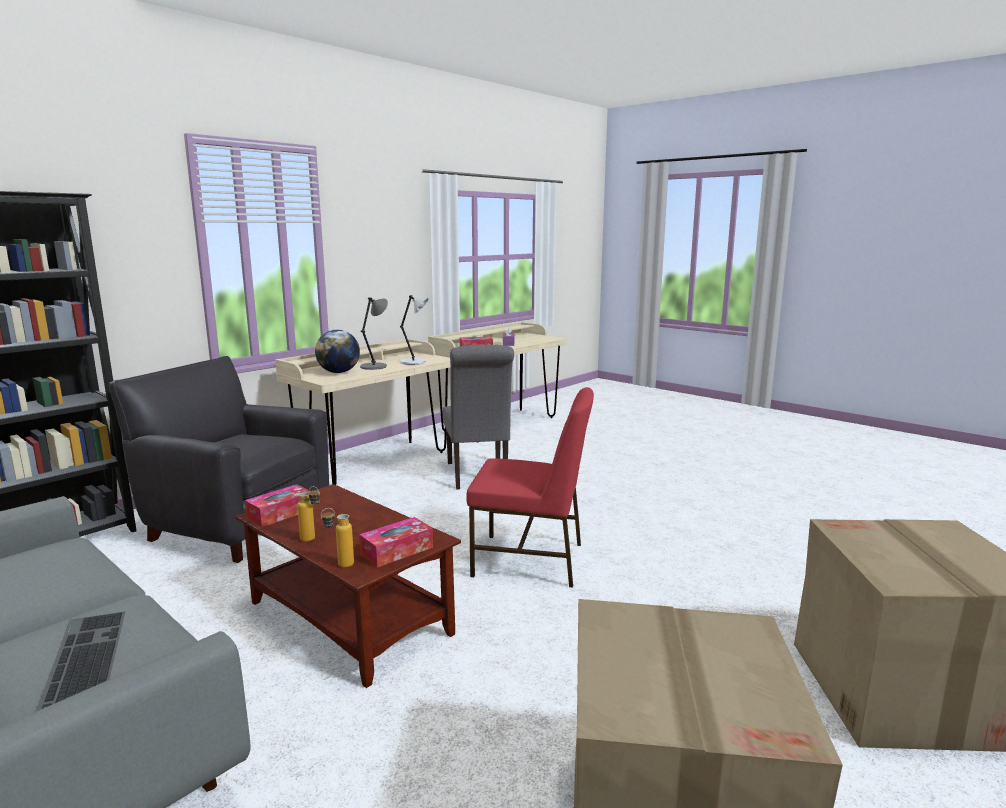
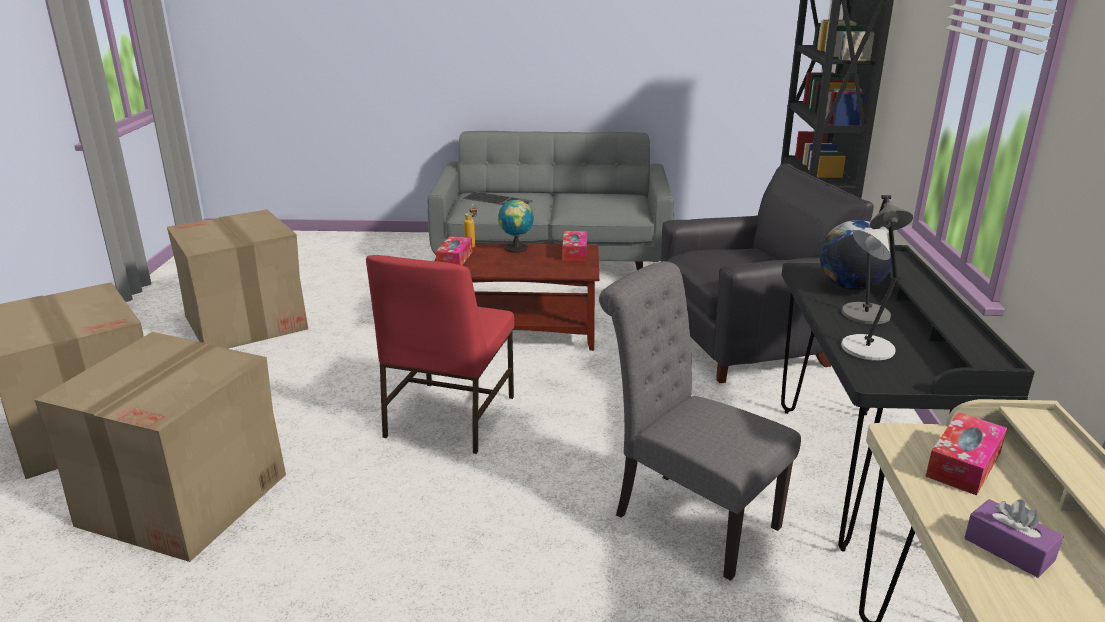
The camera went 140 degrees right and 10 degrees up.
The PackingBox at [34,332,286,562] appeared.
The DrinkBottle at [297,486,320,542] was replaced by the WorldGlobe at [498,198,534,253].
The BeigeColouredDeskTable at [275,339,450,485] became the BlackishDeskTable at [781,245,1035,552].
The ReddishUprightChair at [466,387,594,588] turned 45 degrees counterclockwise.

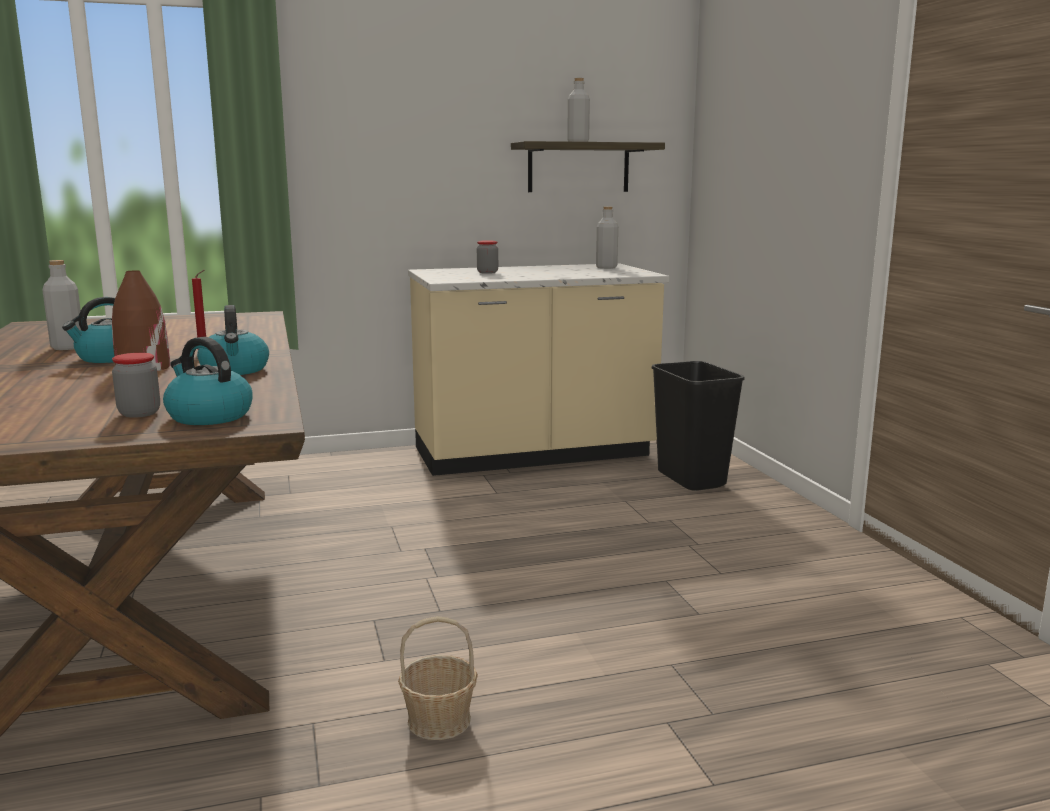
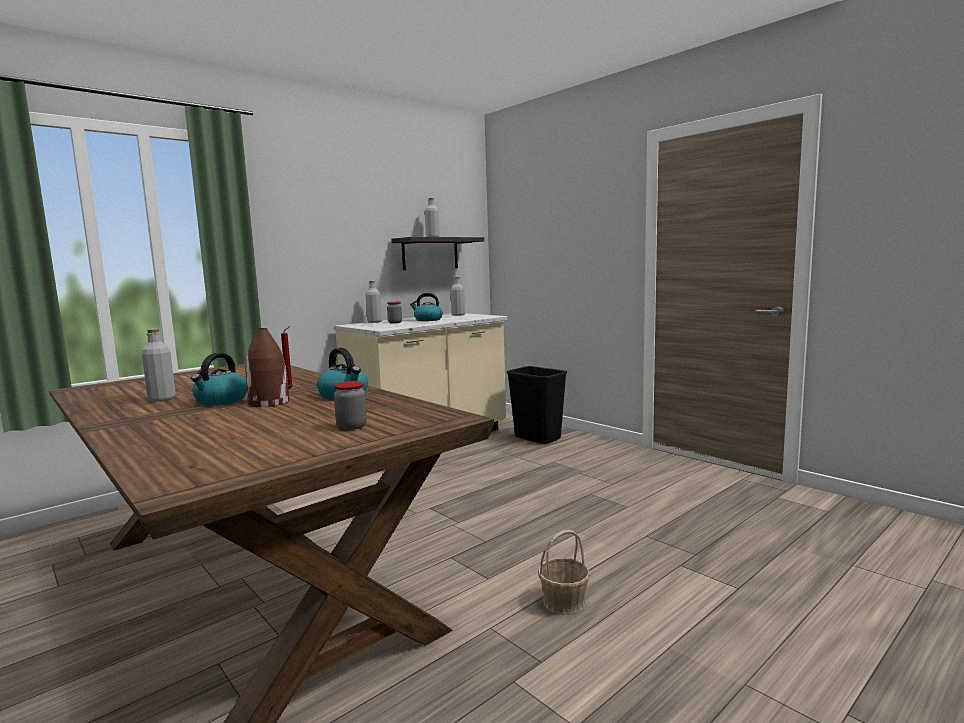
The camera went 25 degrees left and 5 degrees down.
The GreyishDrinkBottle at [365,281,382,323] appeared.
The Kettle moved from [163,337,253,425] to [410,293,443,321].

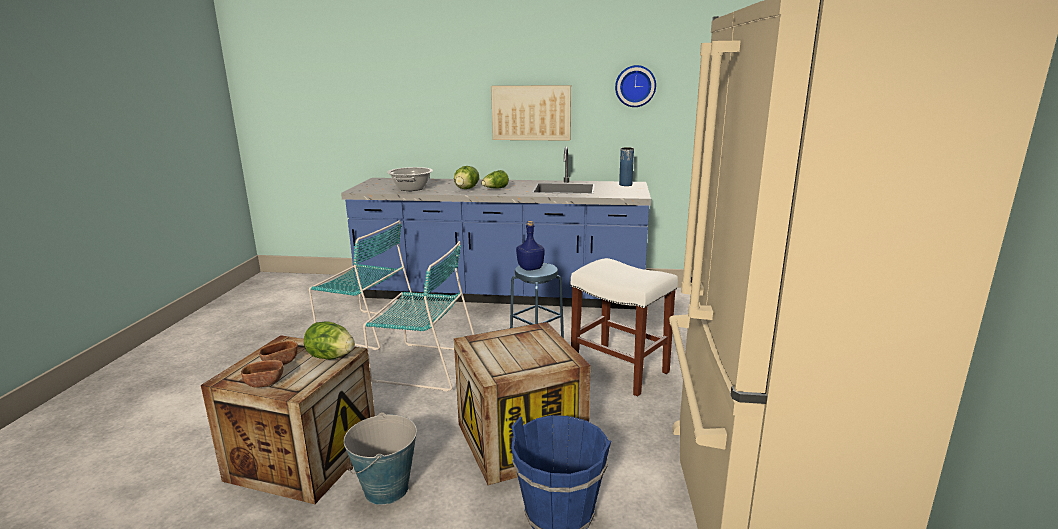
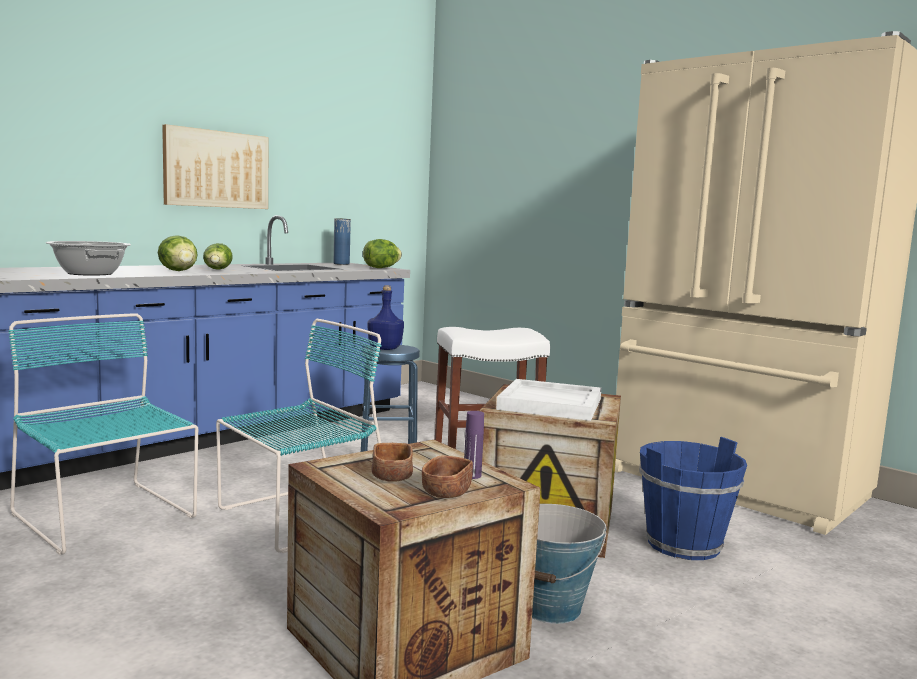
The camera went 55 degrees left and 10 degrees down.
The ClockOnTheWall at [615,65,656,107] disappeared.
The PurpleColouredDrinkBottle at [464,411,484,479] appeared.
The WhiteColouredServingTray at [496,379,601,421] appeared.
The HeadOfLettuce moved from [304,321,355,359] to [363,239,402,268].
The BlueGreenUprightChair at [309,220,419,350] turned 105 degrees counterclockwise.

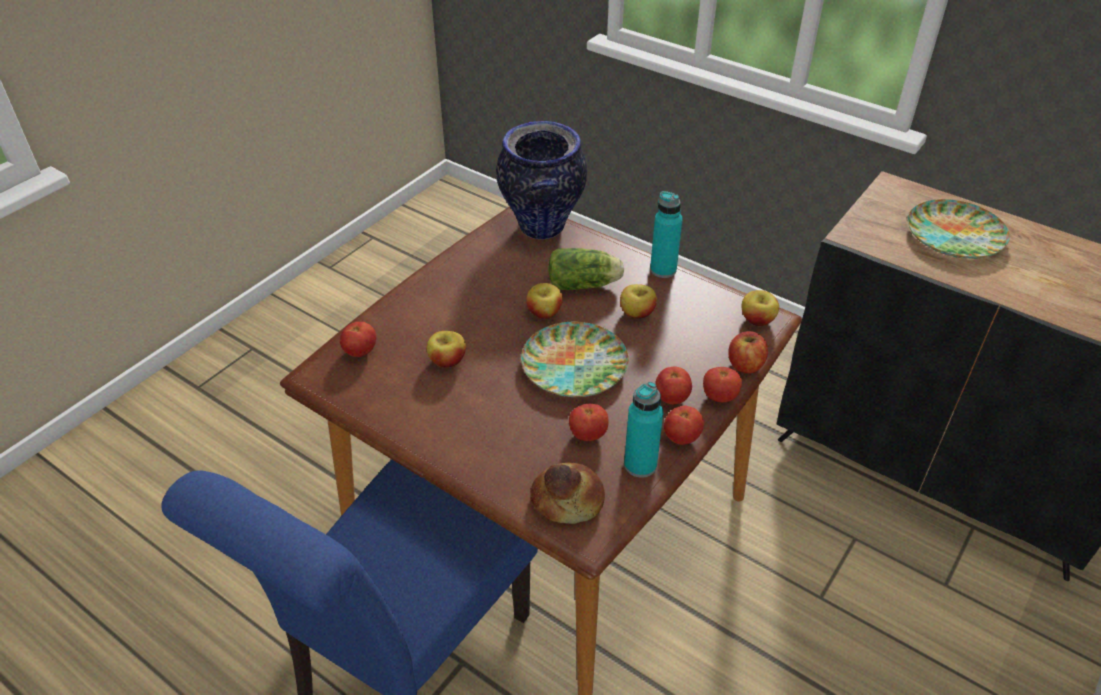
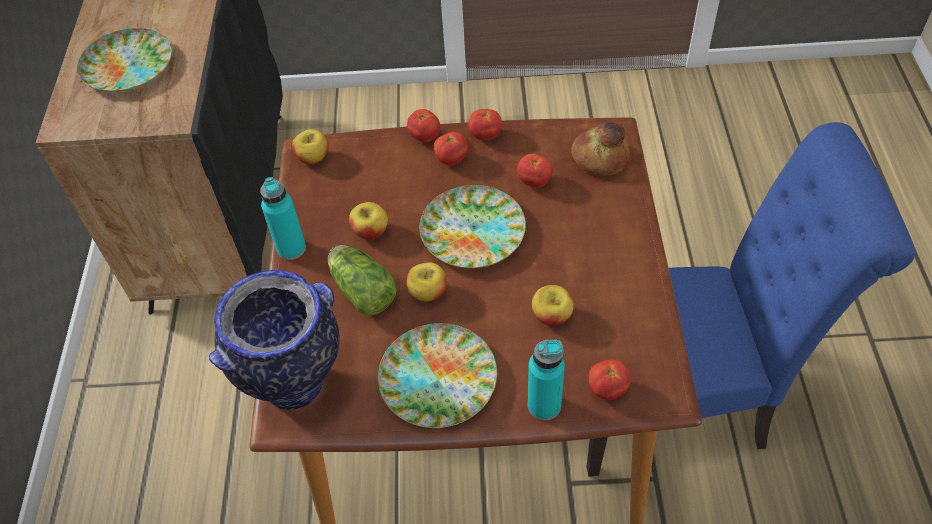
The camera went 125 degrees left and 10 degrees up.
The WholeApple at [728,331,768,373] disappeared.
The FlatDish at [378,323,497,428] appeared.
The BlueGreenDrinkBottle moved from [624,382,663,478] to [528,340,565,421].

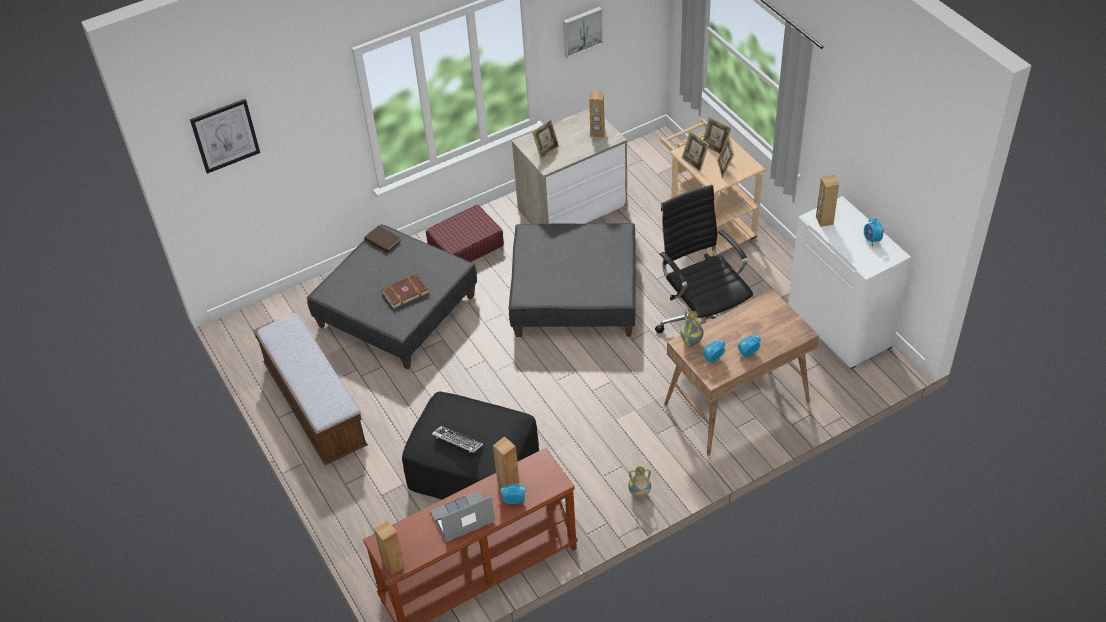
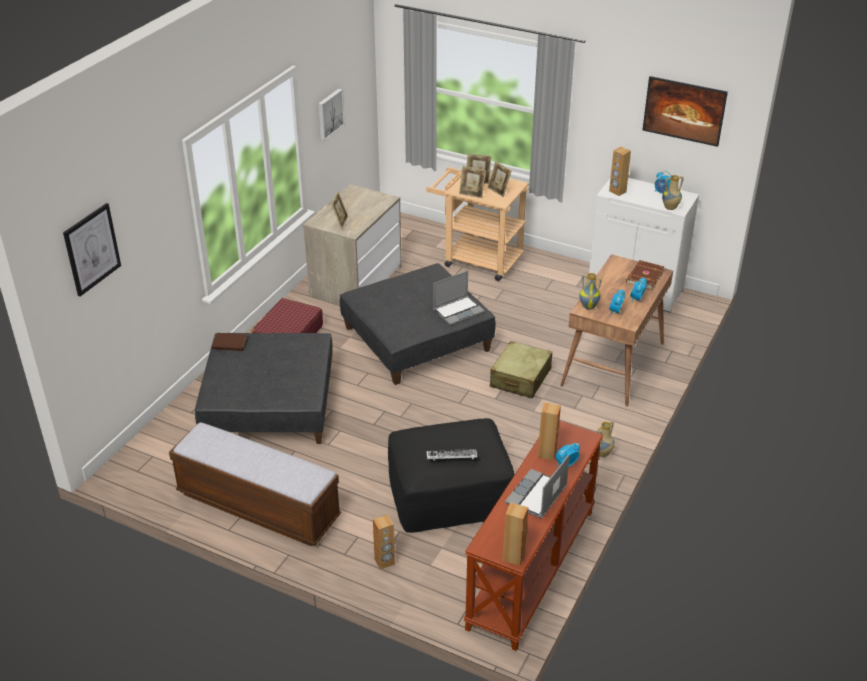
The camera went 35 degrees left and 10 degrees down.
The BlackishDeskChair at [655,185,753,333] disappeared.
The NotebookComputer at [433,271,485,325] appeared.
The BeigeColouredTravelCase at [490,341,552,398] appeared.
The WallPicture at [643,76,728,147] appeared.
The DecorativeVase at [662,175,683,210] appeared.
The BrownBook moved from [381,273,429,309] to [626,260,664,290].
The BrownLoudspeaker moved from [589,91,605,137] to [373,514,395,570].

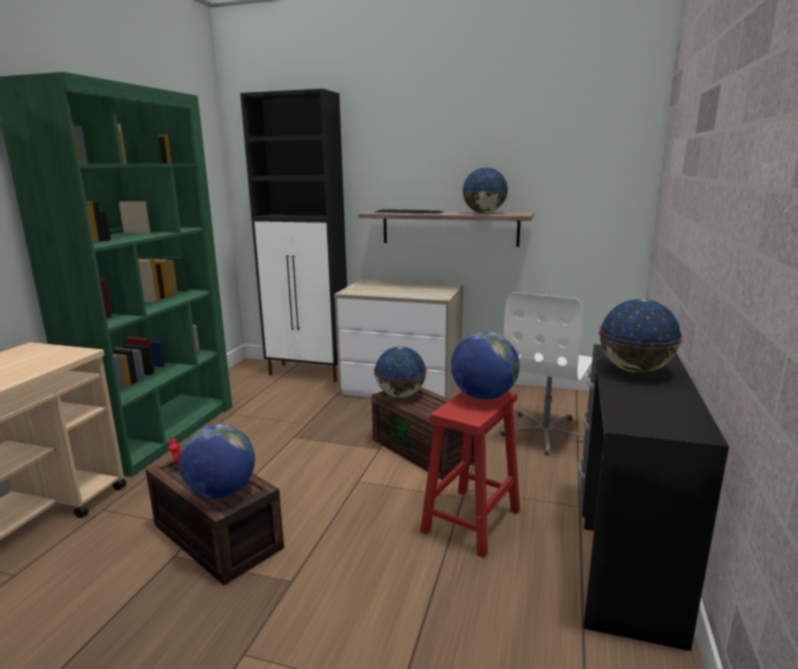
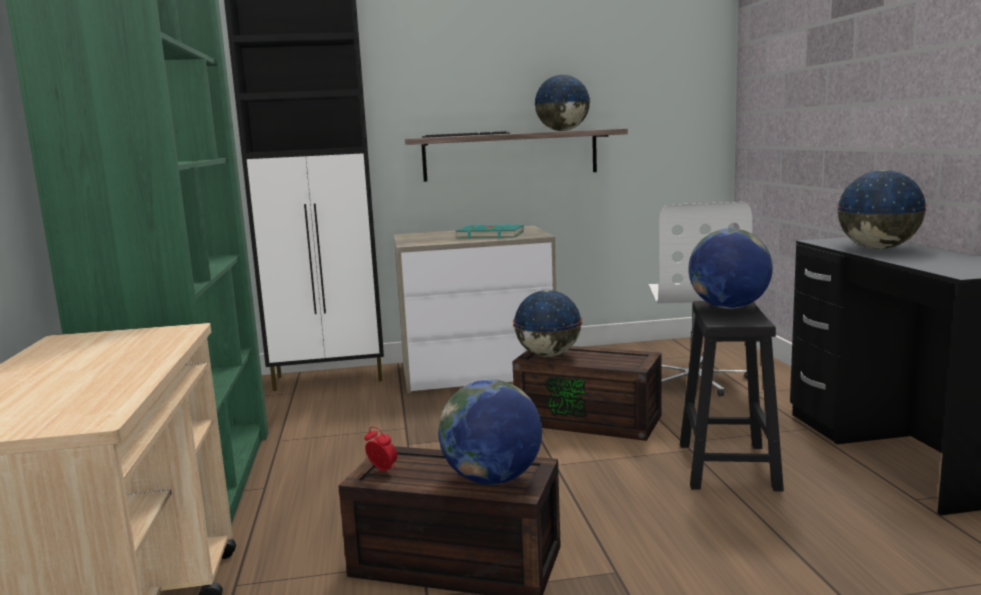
The camera went 25 degrees left and 5 degrees down.
The BlueGreenBook at [456,224,524,239] appeared.
The ReddishStool at [420,391,520,558] became the BlackishStool at [680,301,784,491].

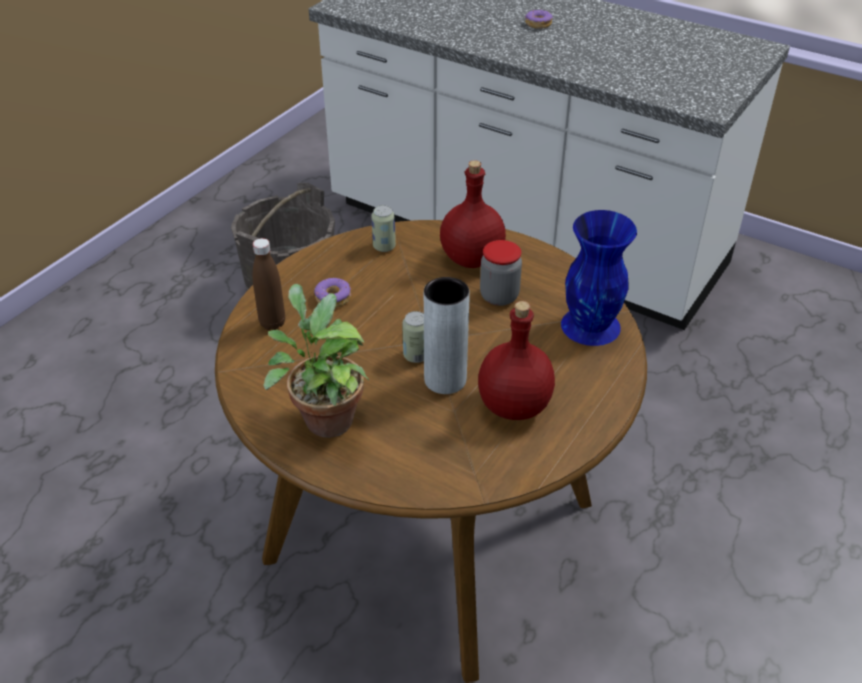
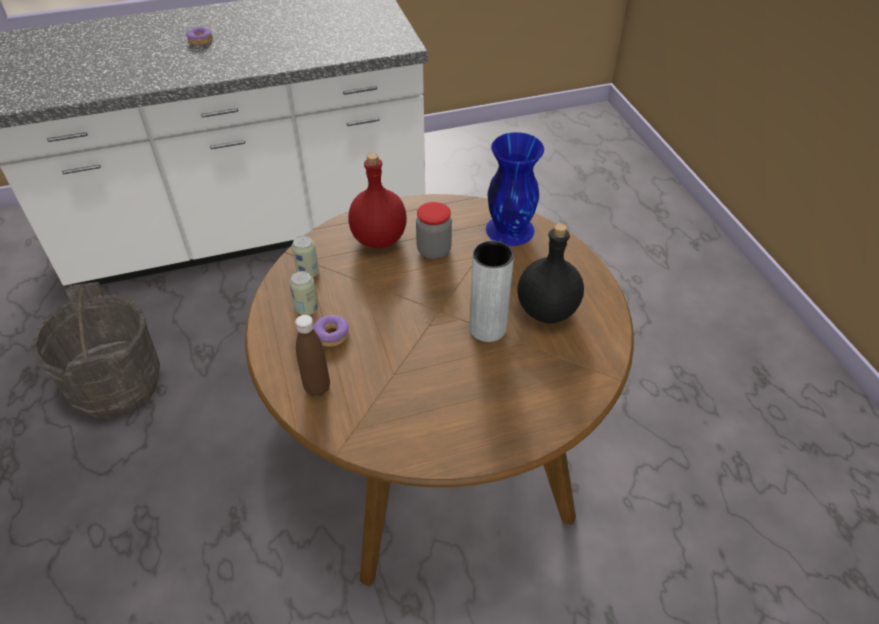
The camera went 50 degrees left and 5 degrees up.
The PottedPlant at [263,284,369,438] disappeared.
The Can moved from [402,311,424,363] to [290,271,318,315].
The ReddishDrinkBottle at [478,301,555,420] became the BlackishDrinkBottle at [517,223,584,323].

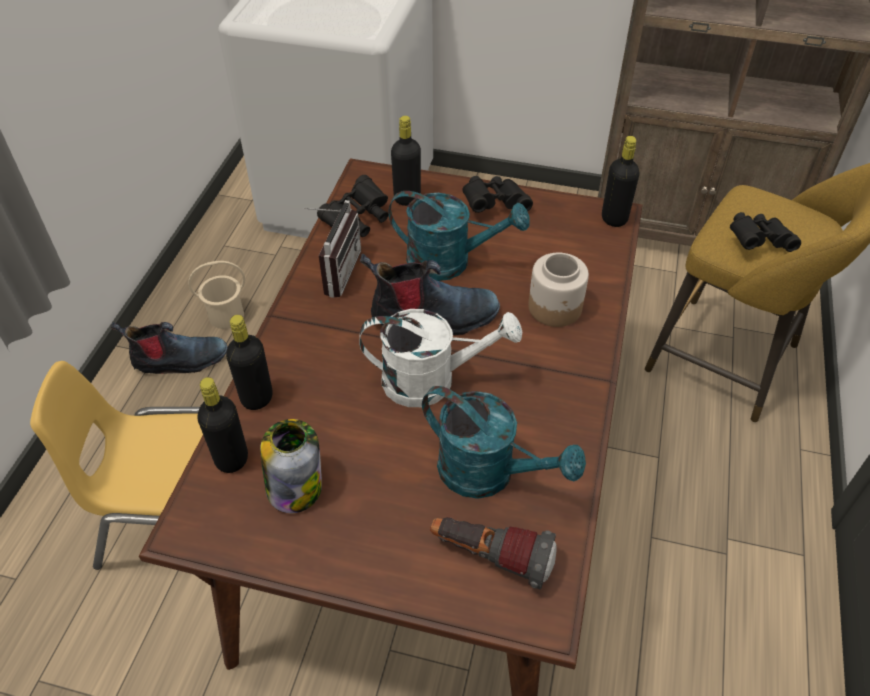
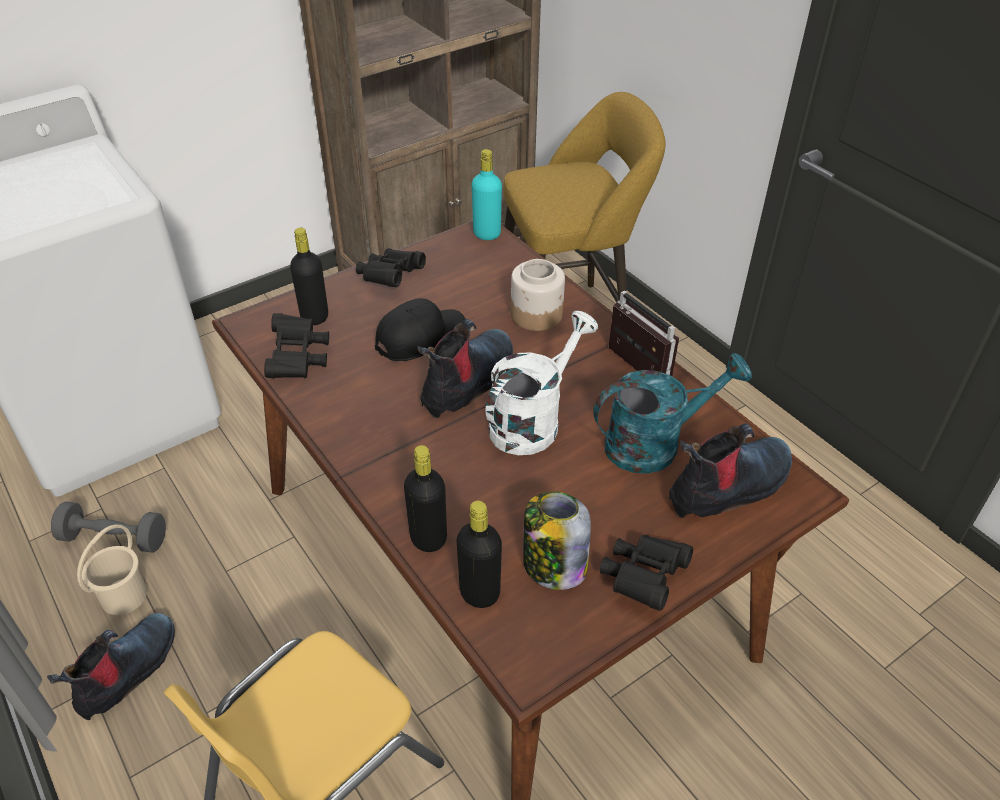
The camera went 50 degrees left and 5 degrees down.
The GreyishHandWeight at [51,501,166,553] appeared.
The Radio moved from [304,200,361,298] to [609,291,679,376].
The BlackishFieldGlasses moved from [730,212,801,252] to [600,535,693,611].
The BlueGreenSprinklingCan at [388,191,530,281] was replaced by the BlackishCap at [375,298,465,361].
The Flashlight at [430,517,557,589] was replaced by the Boot at [668,424,792,518].
The BlackishDrinkBottle at [602,136,640,227] became the BlueGreenDrinkBottle at [472,149,502,240].

